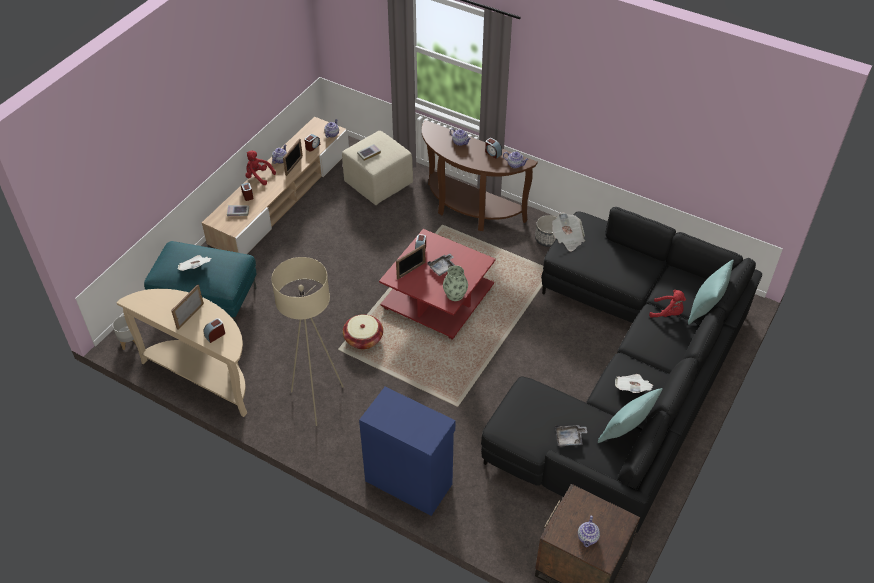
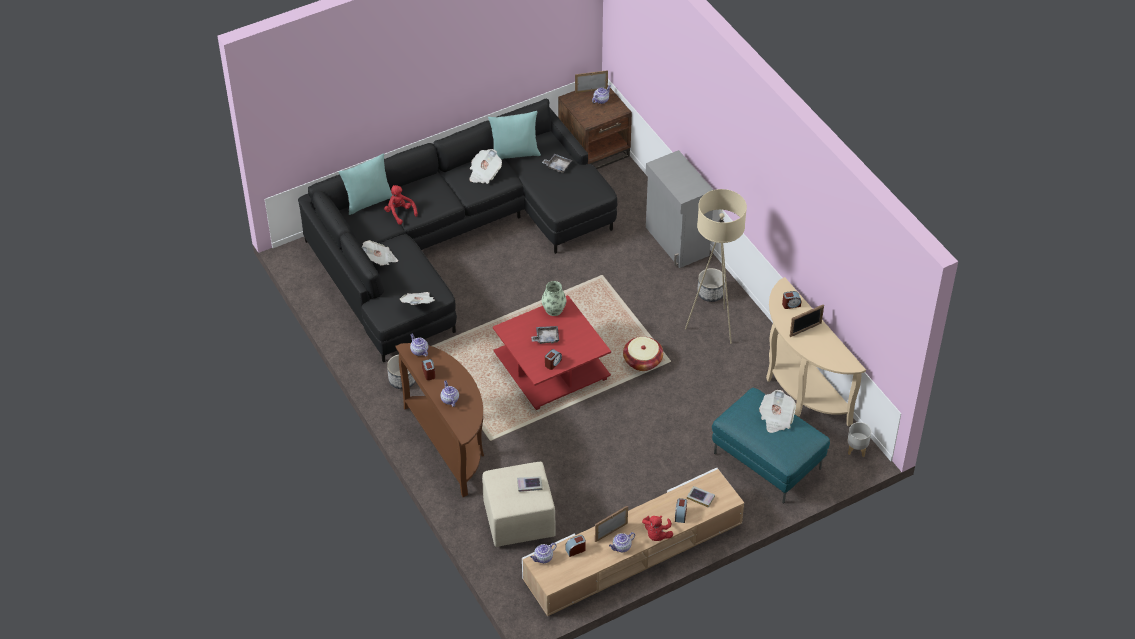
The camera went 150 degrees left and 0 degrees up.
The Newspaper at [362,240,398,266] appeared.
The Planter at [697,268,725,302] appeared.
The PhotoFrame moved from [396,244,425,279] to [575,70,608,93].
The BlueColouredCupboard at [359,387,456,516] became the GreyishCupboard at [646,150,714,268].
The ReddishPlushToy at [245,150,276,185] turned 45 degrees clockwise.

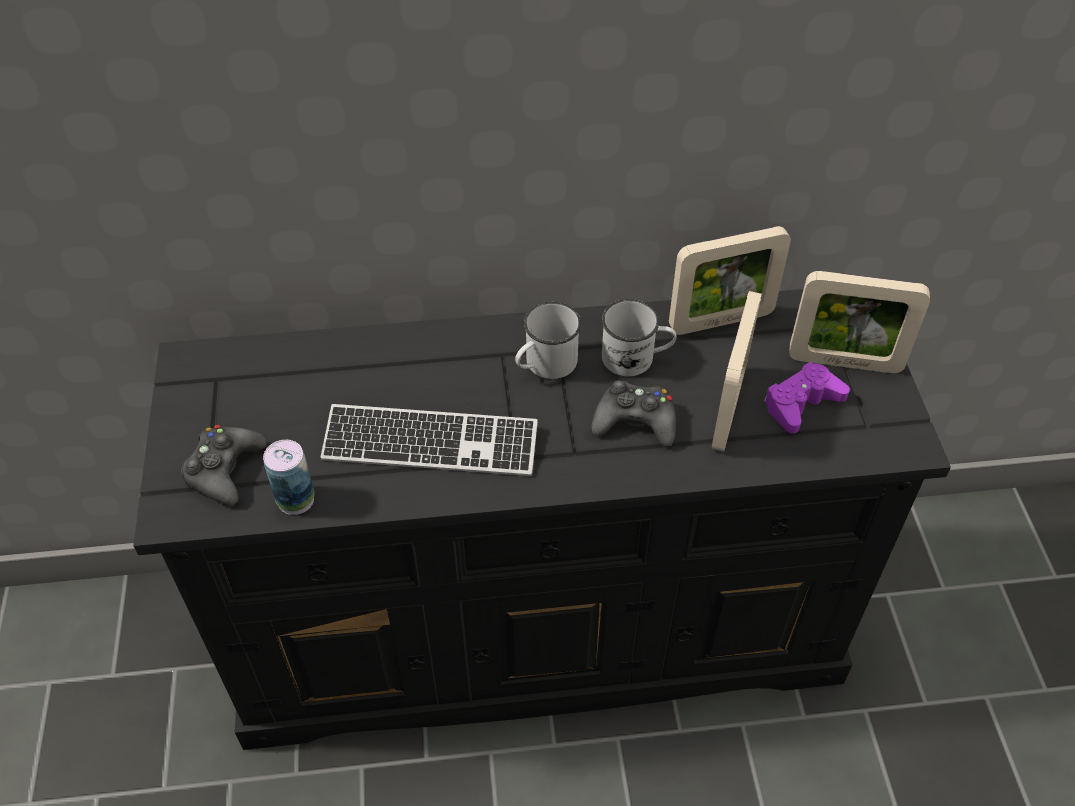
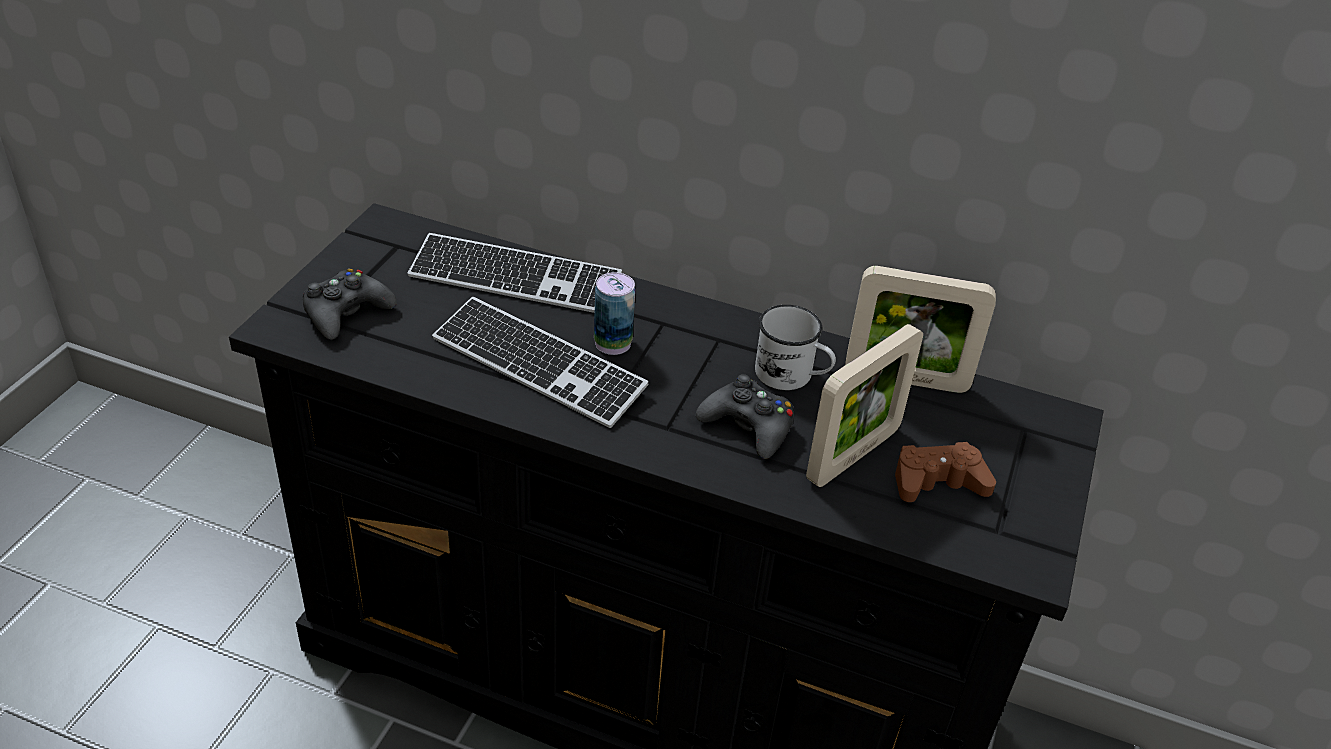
The camera went 25 degrees right and 10 degrees down.
The WhiteColouredTeaMug at [515,302,581,379] disappeared.
The PhotoFrame at [789,271,930,373] disappeared.
The PcKeyboard at [408,233,622,313] appeared.
The Can moved from [263,440,314,515] to [594,272,635,355].
The PurpleColouredGamepad at [764,362,850,433] became the BrownGamepad at [895,442,996,502].

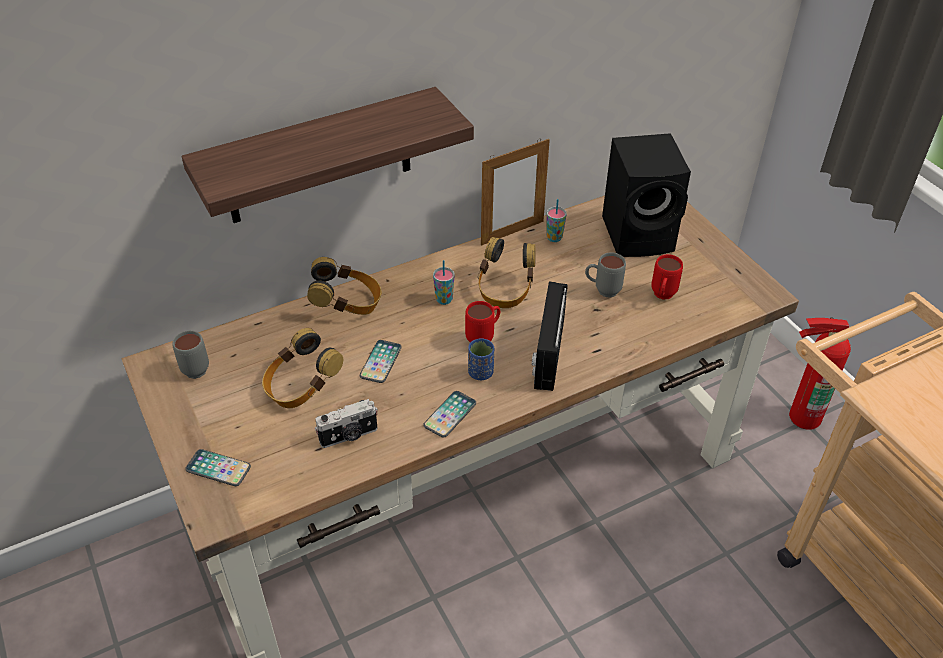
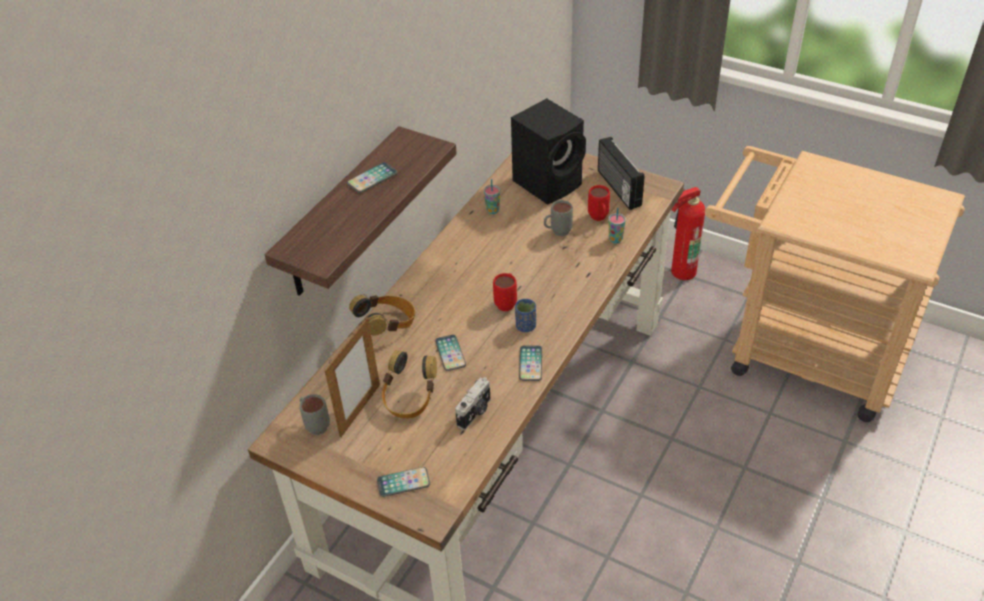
The camera went 30 degrees left and 0 degrees up.
The PairOfHeadphones at [478,237,536,308] disappeared.
The Phone at [347,162,397,193] appeared.
The Cup moved from [433,260,454,305] to [608,208,626,243].
The PhotoFrame moved from [481,139,550,246] to [325,317,380,438].
The Radio moved from [532,282,568,391] to [598,137,645,210].

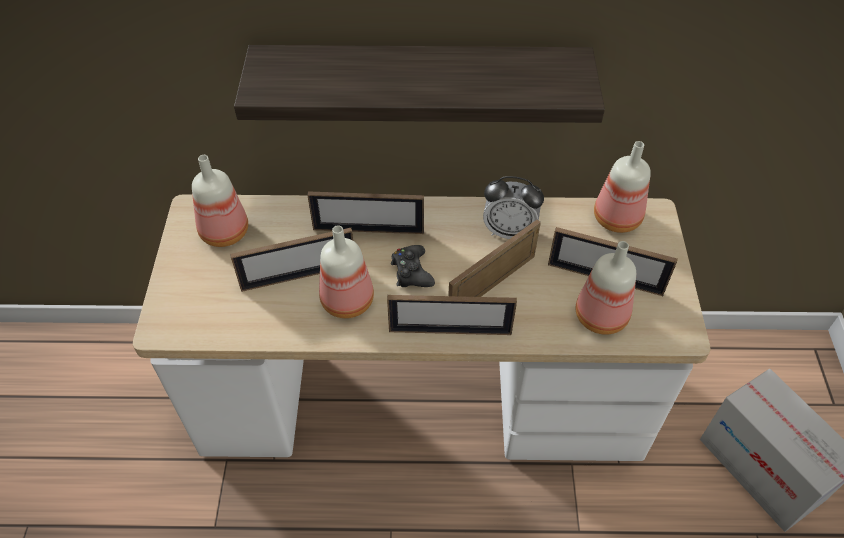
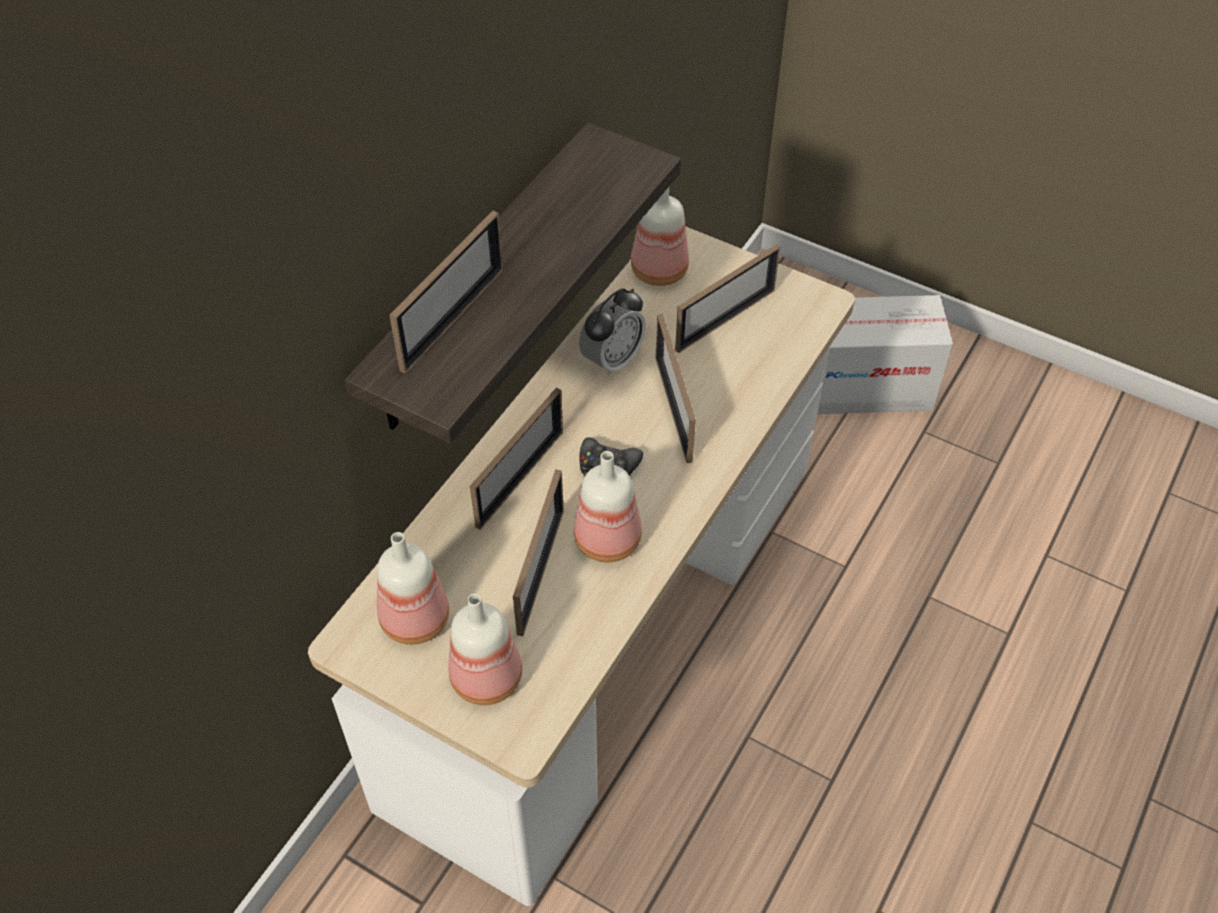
The camera went 60 degrees left and 0 degrees up.
The PhotoFrame moved from [387,295,517,335] to [389,211,503,374].
The DrinkBottle moved from [576,241,636,335] to [449,593,522,705].

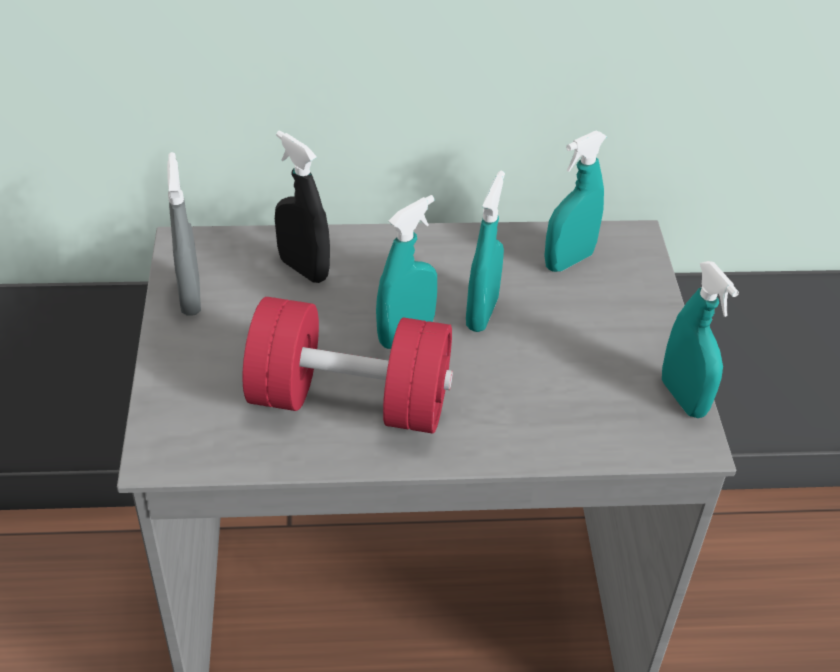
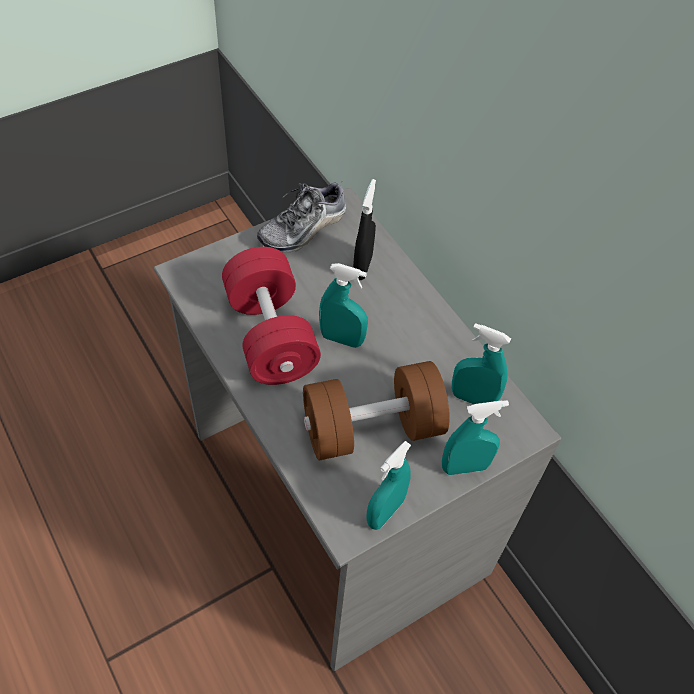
The camera went 60 degrees right and 10 degrees up.
The BrownHandWeight at [303,361,450,460] appeared.
The BlueGreenHandSprayer moved from [466,171,505,332] to [442,400,509,475].
The GreyishHandSprayer at [167,152,201,316] was replaced by the LowShoe at [257,182,346,253].

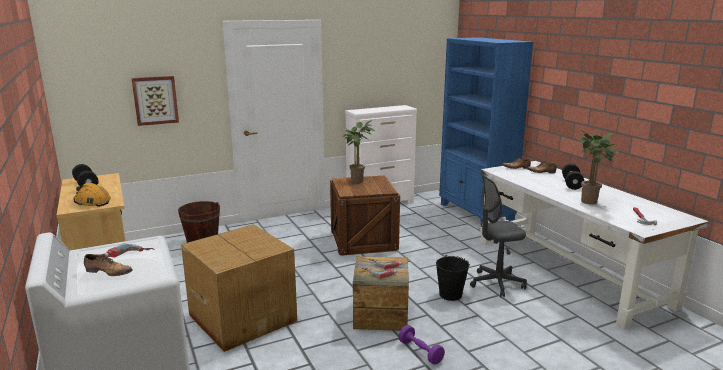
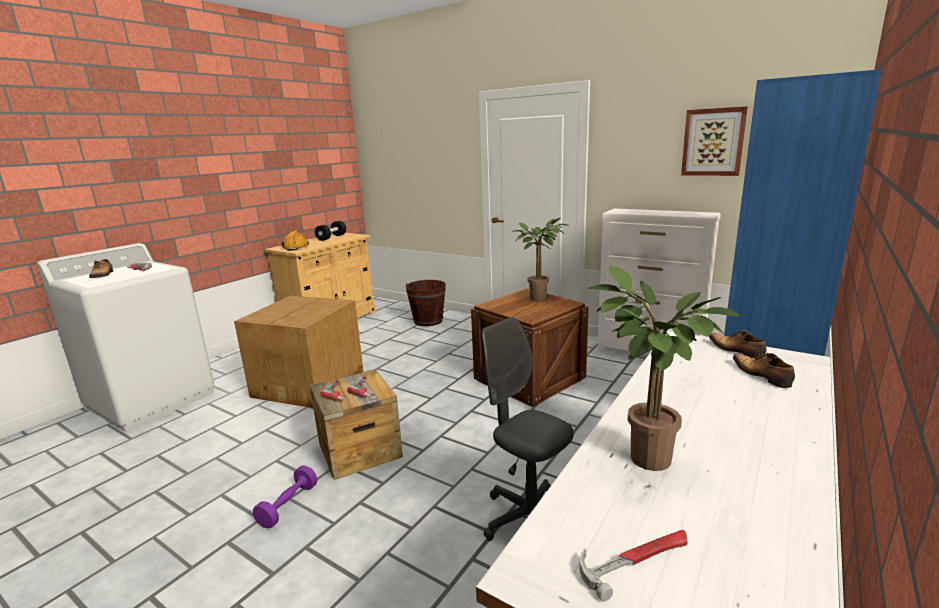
The camera went 60 degrees right and 0 degrees up.
The BlackishBucket at [436,255,470,301] disappeared.
The BlackishHandWeight at [562,163,584,190] disappeared.
The WallPicture moved from [131,76,179,126] to [681,106,748,176].

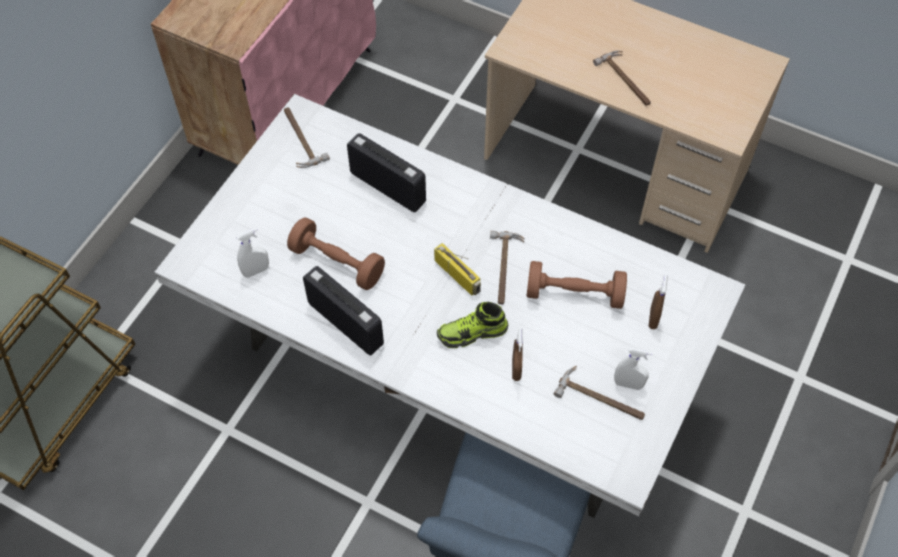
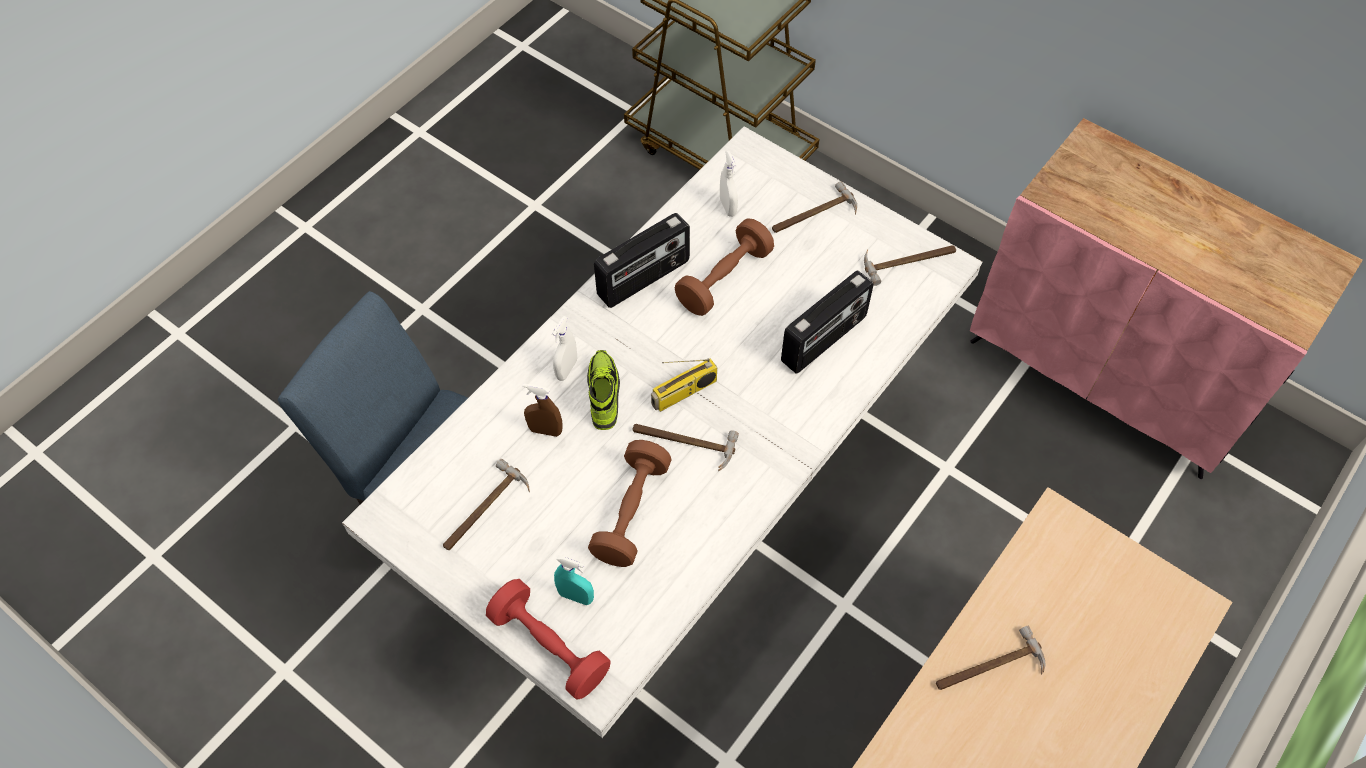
The camera went 100 degrees right and 0 degrees up.
The ReddishHandWeight at [486,579,610,700] appeared.
The Hammer at [772,181,857,233] appeared.
The WhiteColouredHandSprayer moved from [614,348,652,390] to [552,316,577,381].
The BrownHandSprayer at [649,272,668,329] became the BlueGreenHandSprayer at [554,555,594,605].

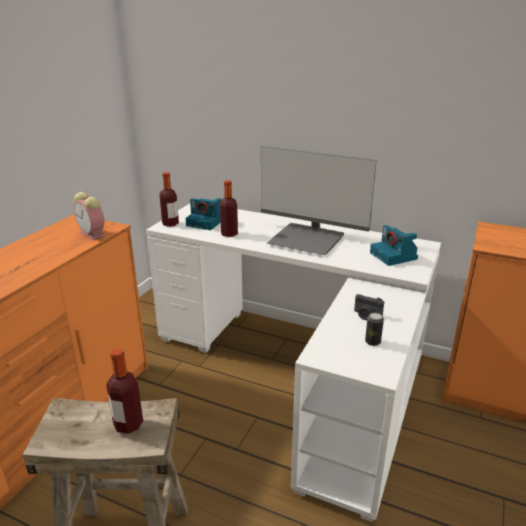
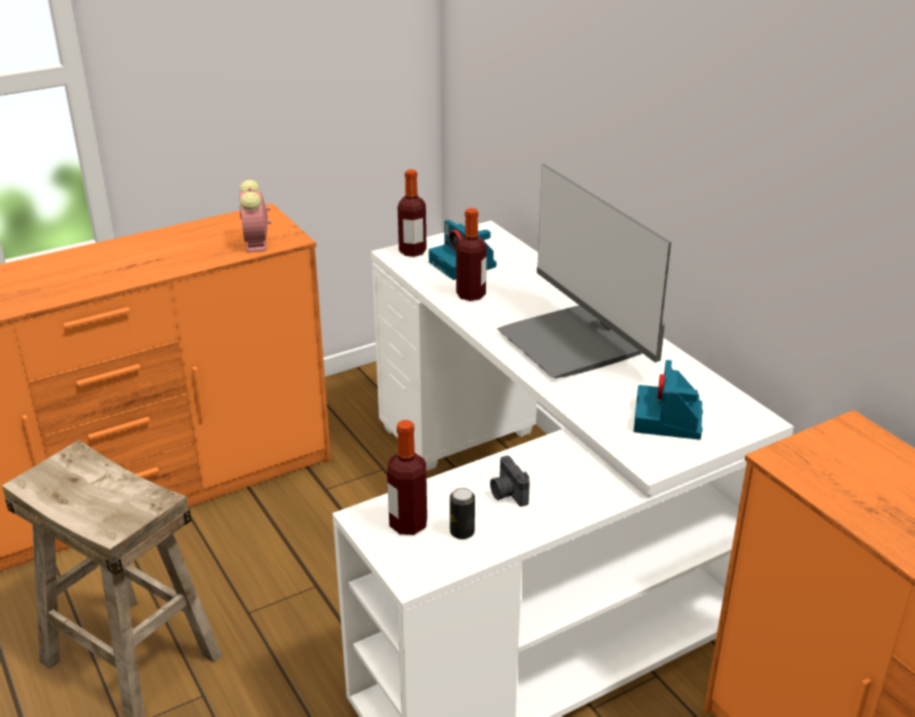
The camera went 35 degrees right and 5 degrees up.
The DrinkBottle moved from [106,348,143,434] to [387,420,427,535].

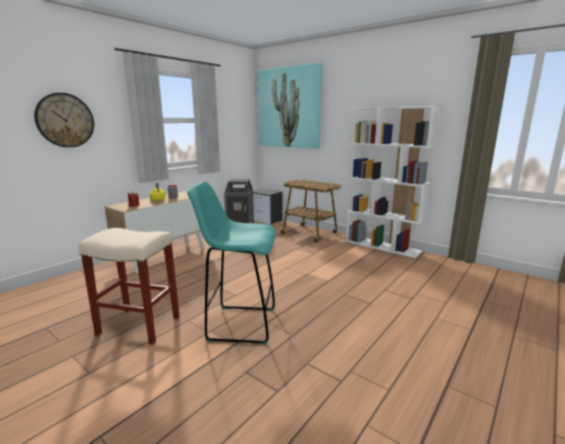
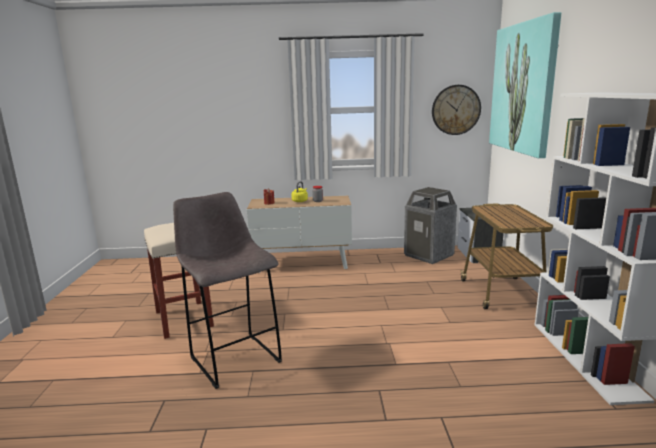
The camera went 50 degrees right and 0 degrees up.
The ClockOnTheWall moved from [34,93,94,148] to [432,85,481,135].
The BlueGreenStool at [187,181,276,345] became the GreyishStool at [173,192,282,389].

